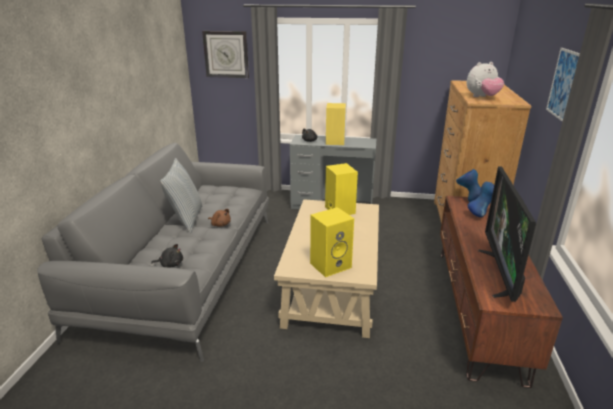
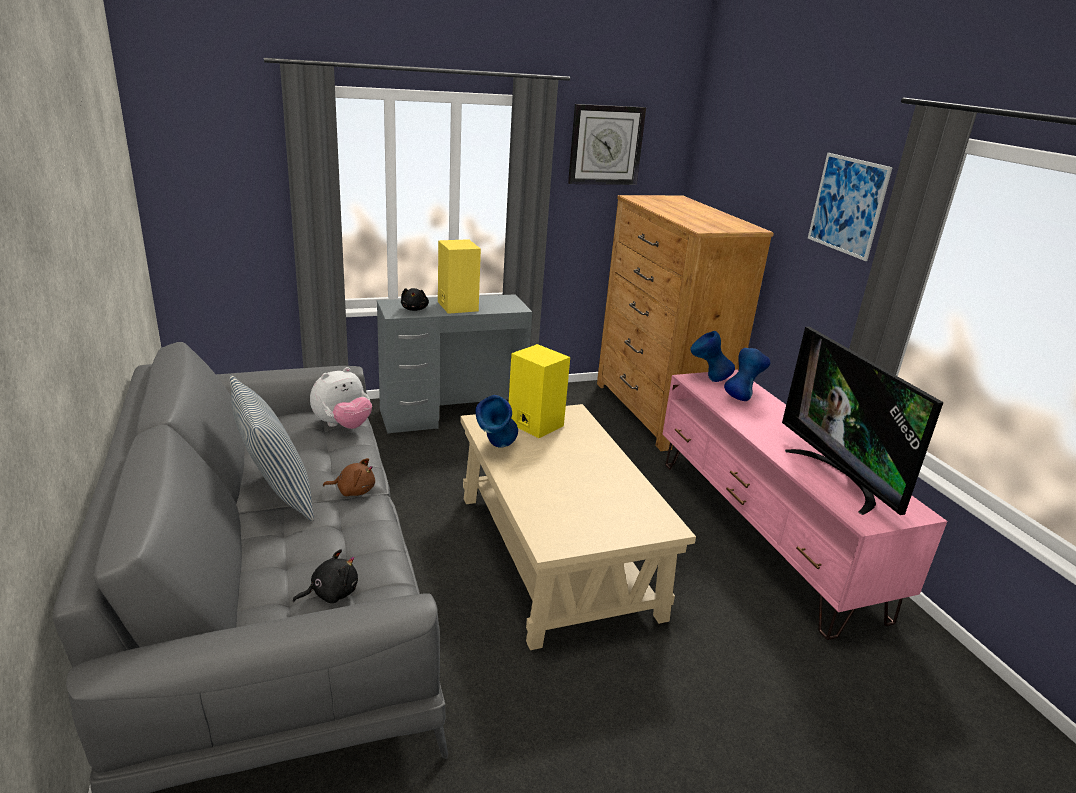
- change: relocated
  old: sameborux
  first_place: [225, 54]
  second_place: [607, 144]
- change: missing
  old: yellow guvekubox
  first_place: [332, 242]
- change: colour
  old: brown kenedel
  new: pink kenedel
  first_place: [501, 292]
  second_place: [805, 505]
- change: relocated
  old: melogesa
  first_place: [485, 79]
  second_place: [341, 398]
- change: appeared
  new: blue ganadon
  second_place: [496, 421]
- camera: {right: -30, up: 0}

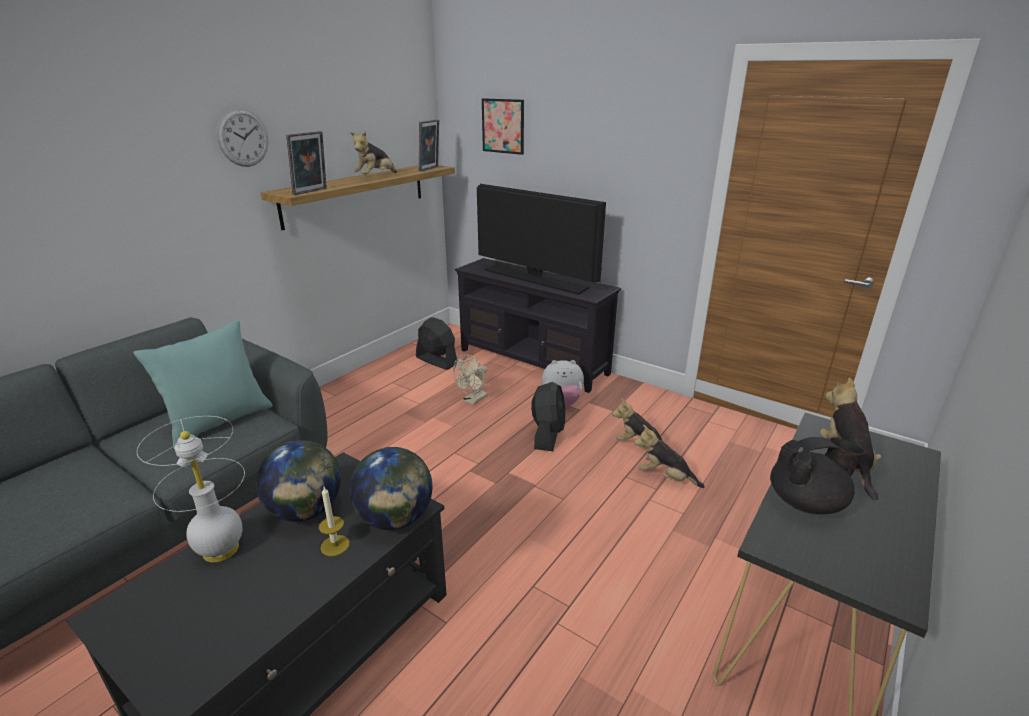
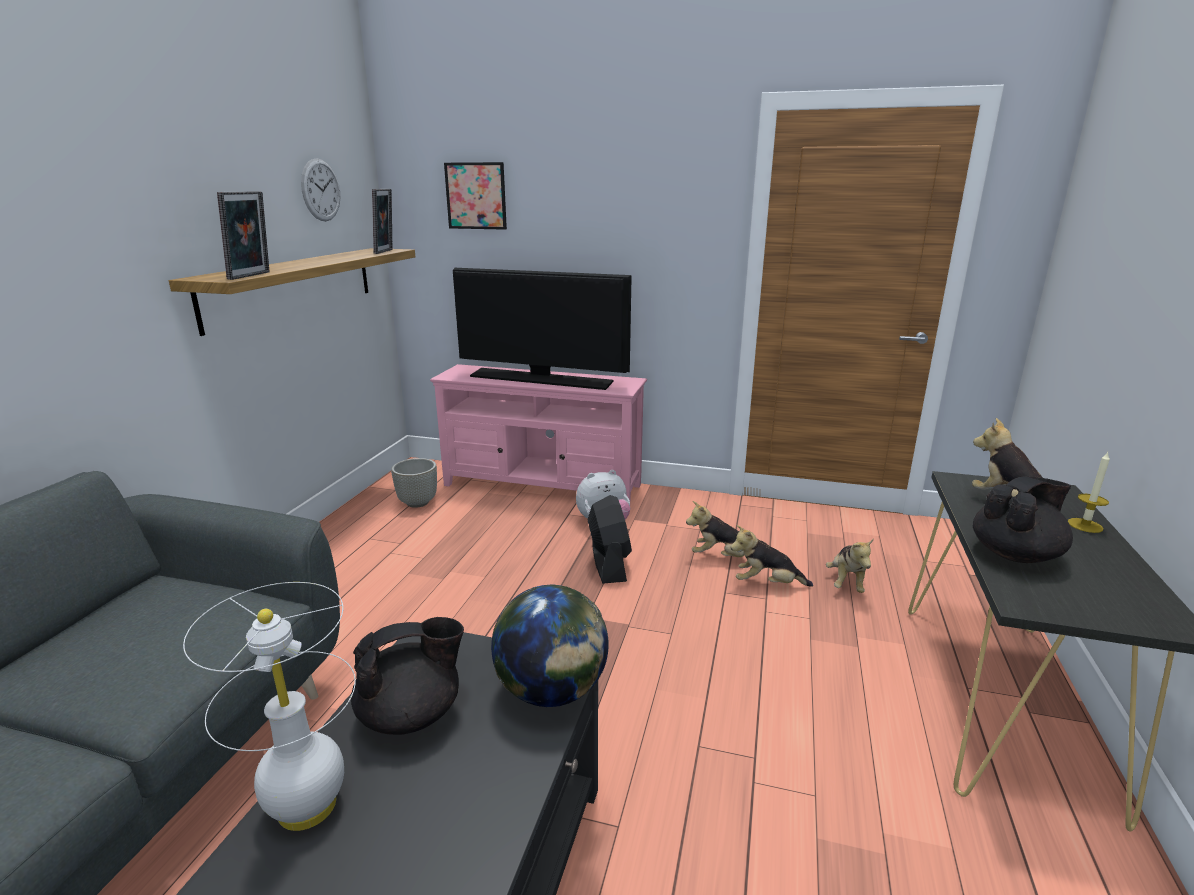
- change: missing
  old: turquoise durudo
  first_place: [203, 383]
- change: relocated
  old: sameborux
  first_place: [243, 138]
  second_place: [321, 189]
- change: exchanged
  old: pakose
  new: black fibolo
  first_place: [298, 481]
  second_place: [407, 676]
- change: relocated
  old: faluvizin
  first_place: [334, 521]
  second_place: [1089, 492]
- change: relocated
  old: melogesa
  first_place: [373, 152]
  second_place: [850, 565]
- change: exchanged
  old: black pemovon
  new: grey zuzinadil
  first_place: [436, 343]
  second_place: [414, 483]
- change: missing
  old: beige pemovon
  first_place: [470, 379]
- change: colour
  old: black kenedel
  new: pink kenedel
  first_place: [538, 325]
  second_place: [538, 432]
- camera: {right: -20, up: -5}

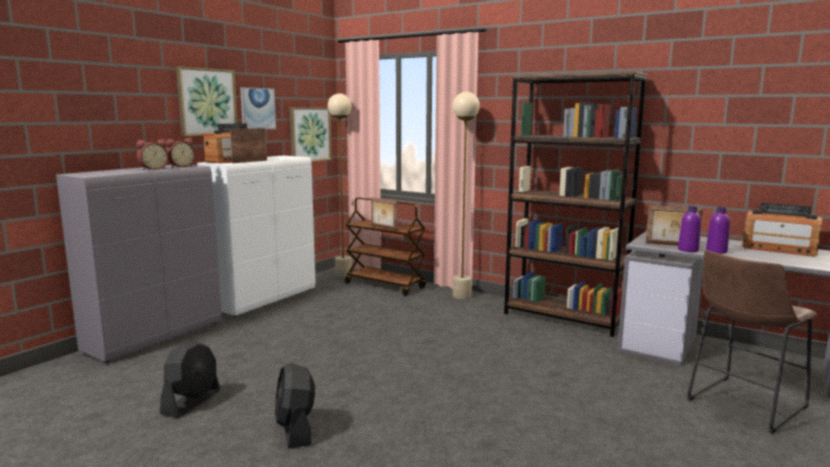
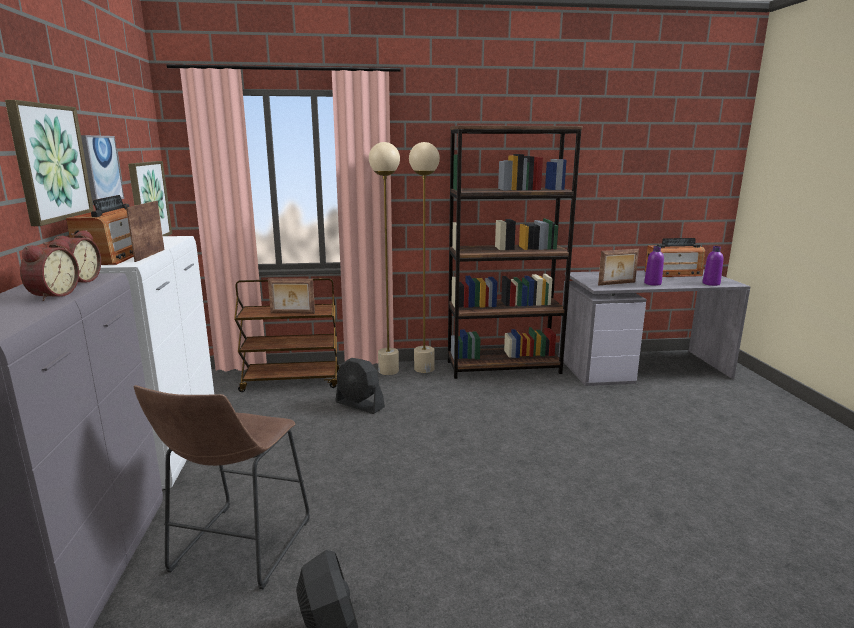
- change: relocated
  old: black pemovon
  first_place: [295, 406]
  second_place: [360, 386]
- change: relocated
  old: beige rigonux
  first_place: [340, 185]
  second_place: [424, 257]
- change: relocated
  old: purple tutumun
  first_place: [689, 229]
  second_place: [713, 266]
- change: relocated
  old: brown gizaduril
  first_place: [752, 342]
  second_place: [222, 487]
- camera: {right: -40, up: 5}

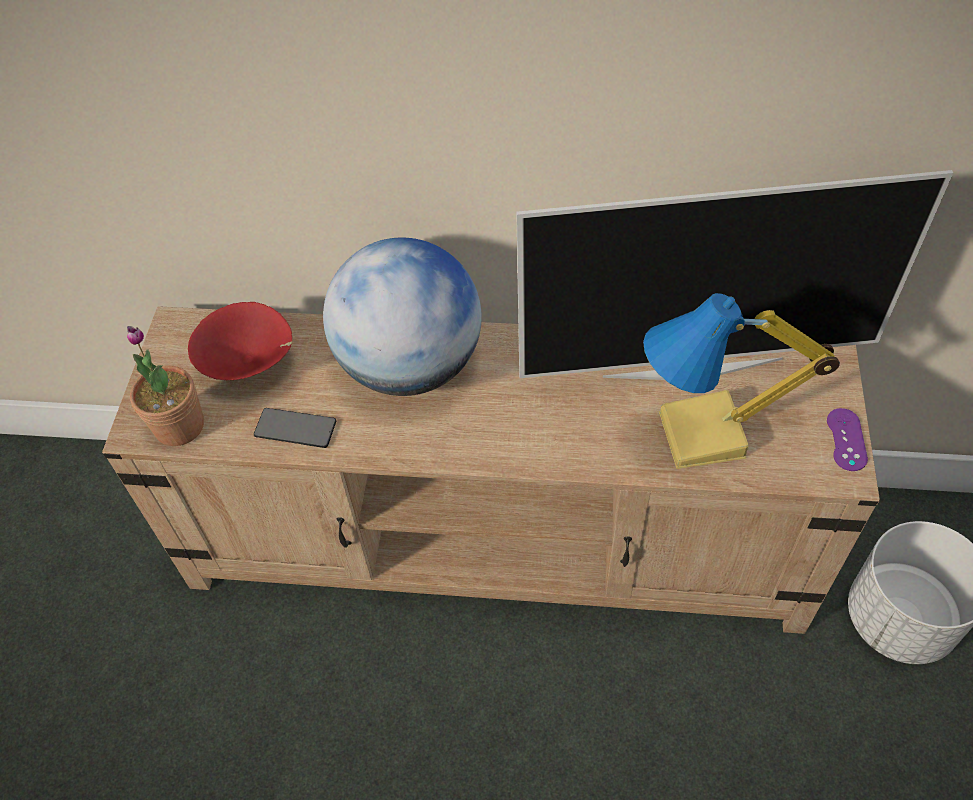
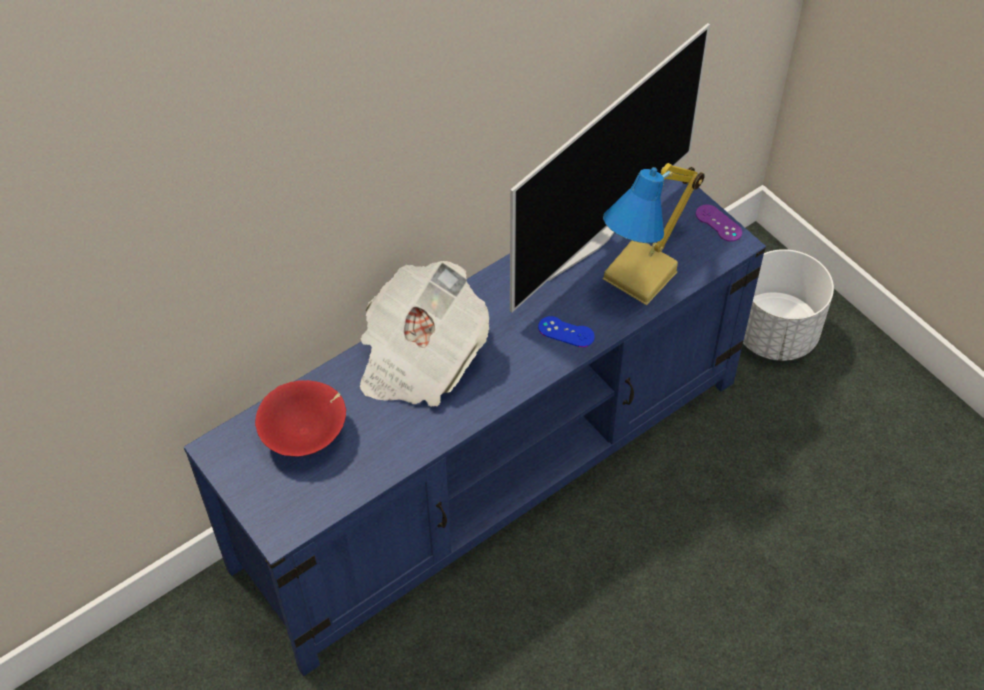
- change: colour
  old: beige kenedel
  new: blue kenedel
  first_place: [491, 470]
  second_place: [475, 424]
- change: missing
  old: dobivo
  first_place: [165, 386]
- change: missing
  old: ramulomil
  first_place: [295, 428]
- change: exchanged
  old: pakose
  new: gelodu
  first_place: [402, 317]
  second_place: [424, 334]
- change: appeared
  new: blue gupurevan
  second_place: [566, 331]
- camera: {right: -45, up: 0}

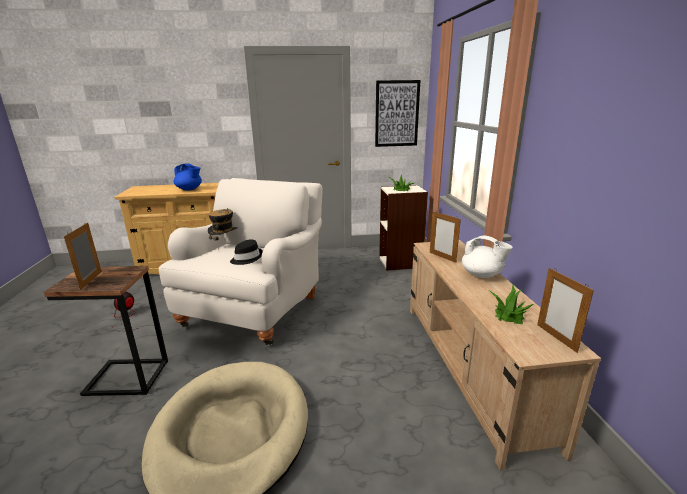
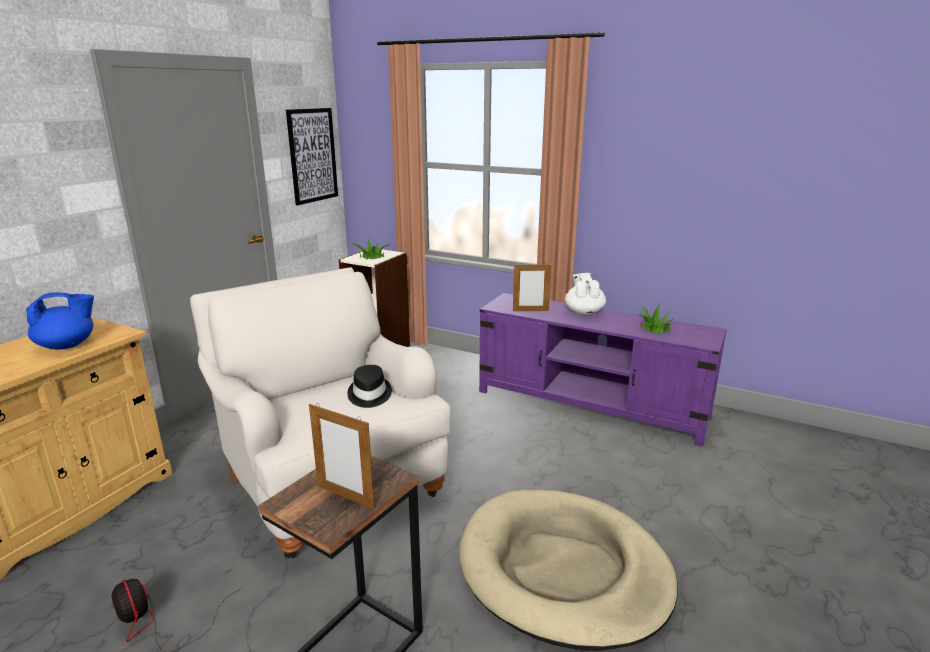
- change: missing
  old: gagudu
  first_place: [223, 229]
- change: colour
  old: beige kenedel
  new: purple kenedel
  first_place: [505, 355]
  second_place: [603, 370]
- change: spun
  old: white fibolo
  first_place: [487, 256]
  second_place: [585, 294]
  degrees: -75
- change: missing
  old: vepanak
  first_place: [565, 310]
- camera: {right: -55, up: 0}

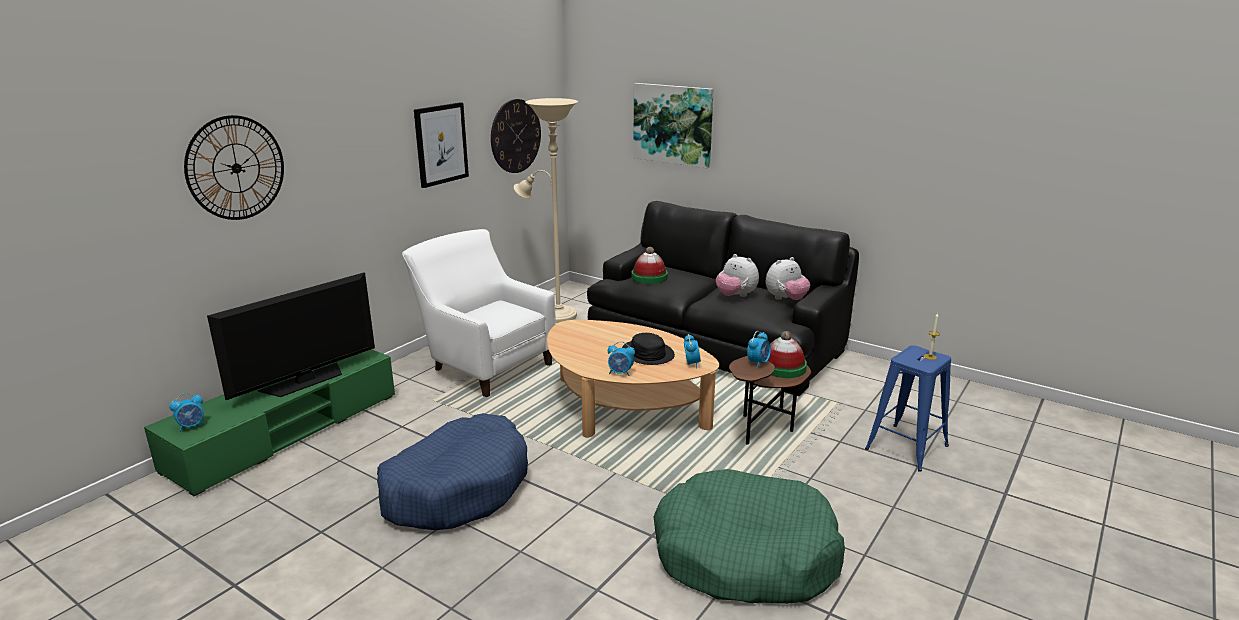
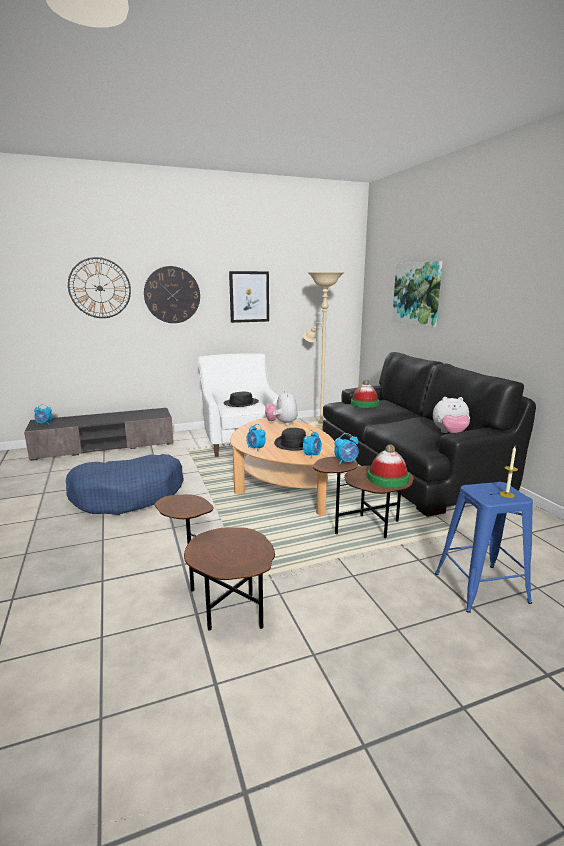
- change: colour
  old: green kenedel
  new: grey kenedel
  first_place: [269, 422]
  second_place: [99, 434]
- change: missing
  old: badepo
  first_place: [291, 336]
- change: relocated
  old: sameborux
  first_place: [516, 136]
  second_place: [172, 294]
- change: exchanged
  old: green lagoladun
  new: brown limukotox
  first_place: [749, 536]
  second_place: [215, 562]
- change: relocated
  old: melogesa
  first_place: [737, 275]
  second_place: [281, 407]
- change: appeared
  new: black gagudu
  second_place: [241, 399]
- camera: {right: 35, up: -5}

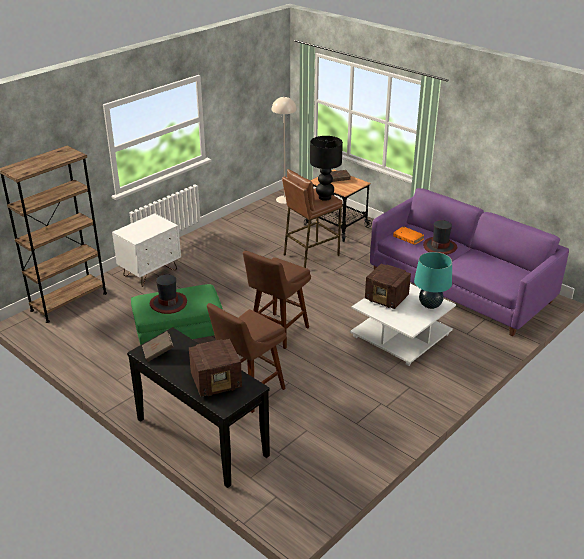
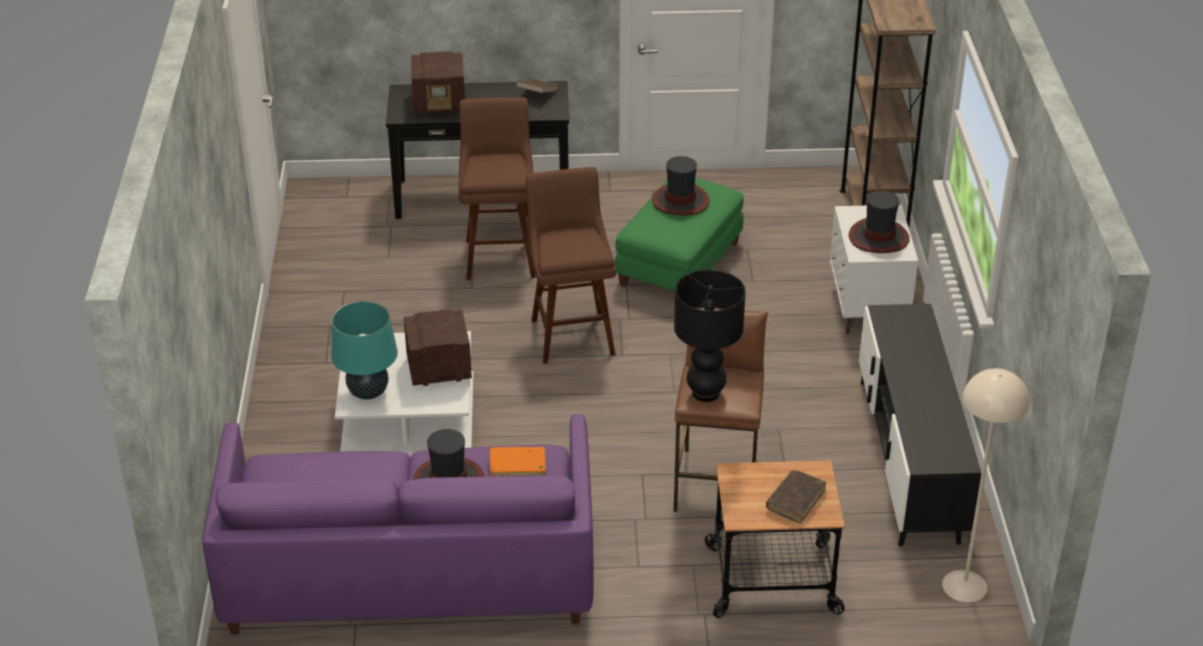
- change: spun
  old: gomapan
  first_place: [215, 368]
  second_place: [438, 83]
  degrees: -120
- change: appeared
  new: gagudu
  second_place: [879, 222]
- change: appeared
  new: black kenedel
  second_place: [920, 425]
- camera: {right: 135, up: 5}

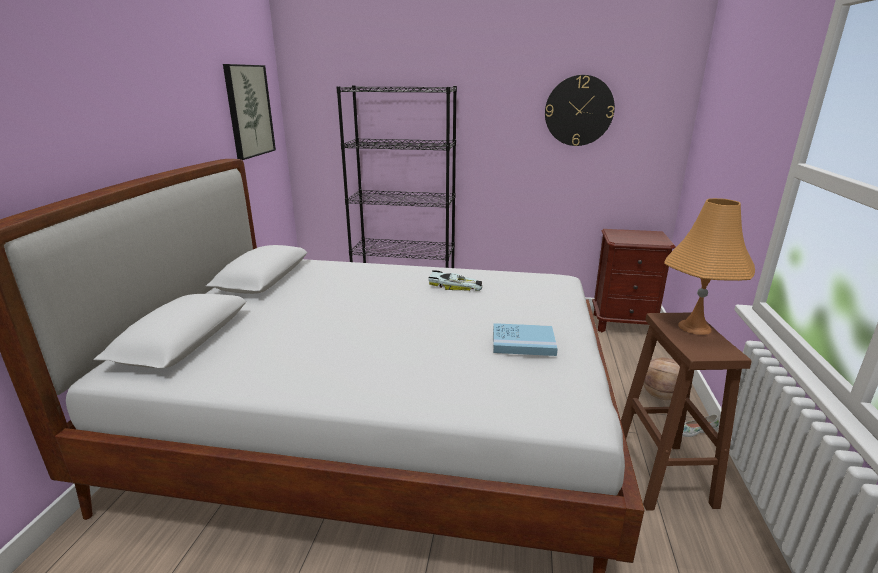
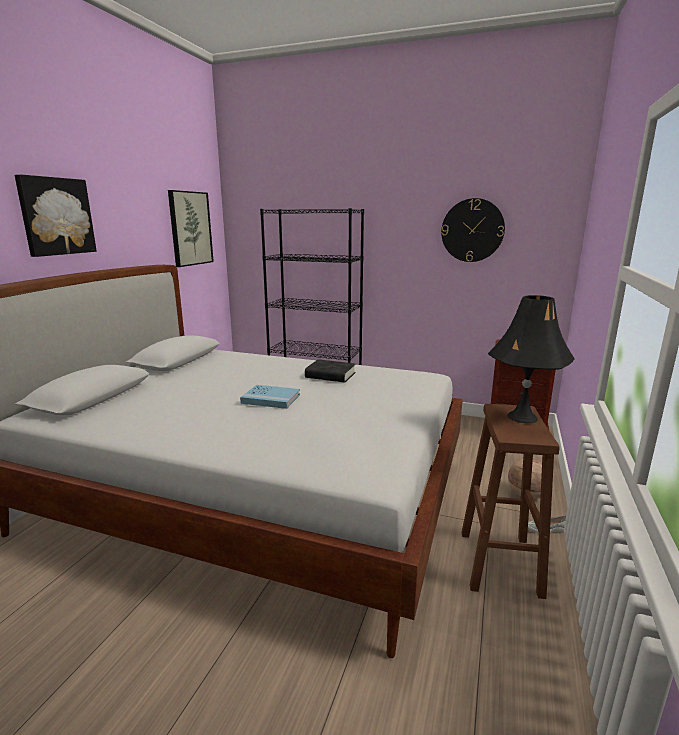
- change: exchanged
  old: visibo
  new: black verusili
  first_place: [455, 280]
  second_place: [330, 371]
- change: relocated
  old: blue verusili
  first_place: [525, 339]
  second_place: [270, 397]
- change: colour
  old: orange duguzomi
  new: black duguzomi
  first_place: [709, 266]
  second_place: [531, 359]
- change: appeared
  new: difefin
  second_place: [56, 215]
- camera: {right: 10, up: -5}

